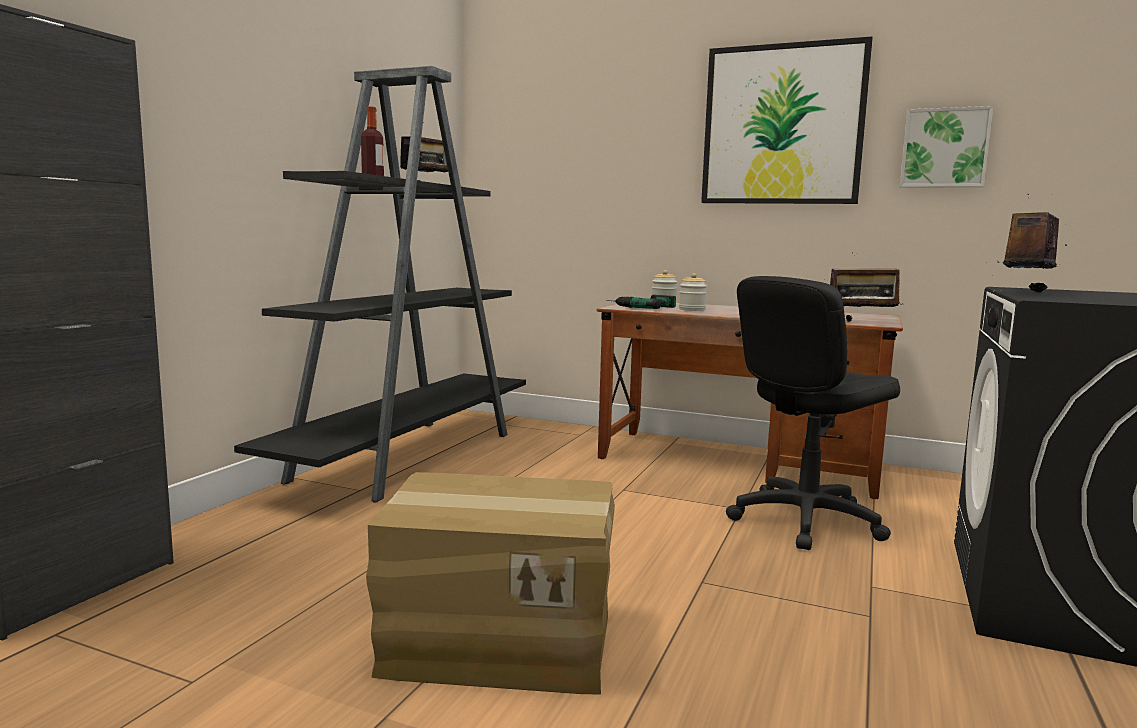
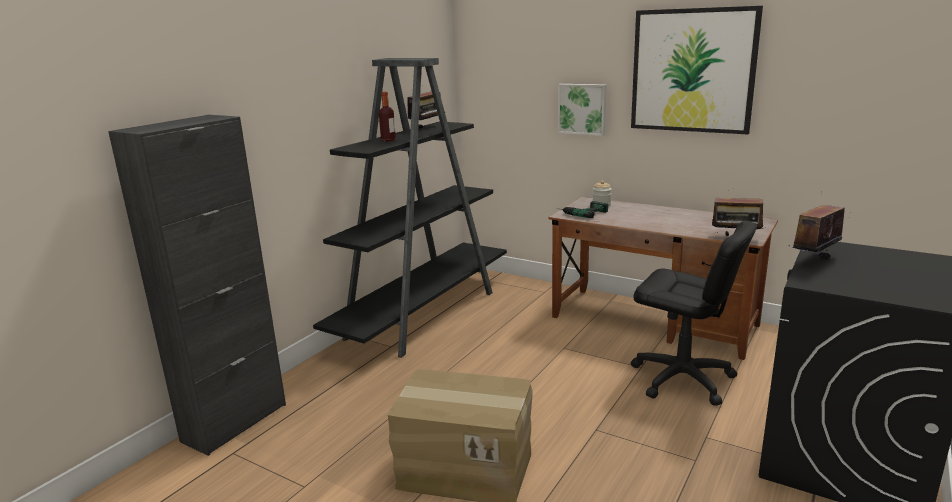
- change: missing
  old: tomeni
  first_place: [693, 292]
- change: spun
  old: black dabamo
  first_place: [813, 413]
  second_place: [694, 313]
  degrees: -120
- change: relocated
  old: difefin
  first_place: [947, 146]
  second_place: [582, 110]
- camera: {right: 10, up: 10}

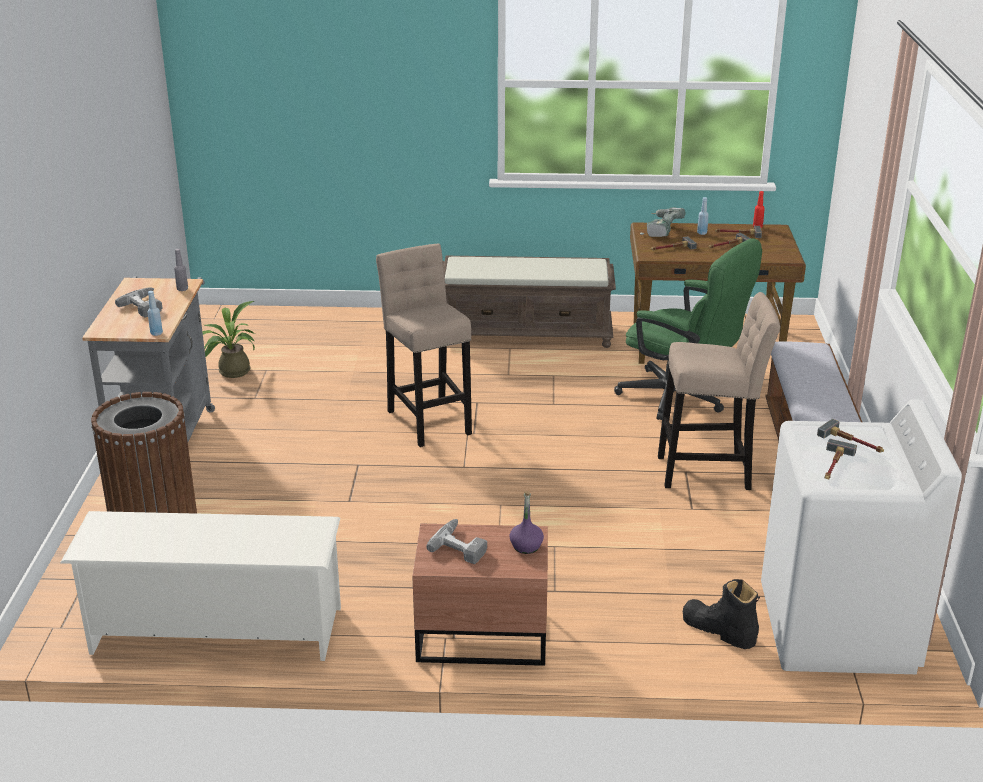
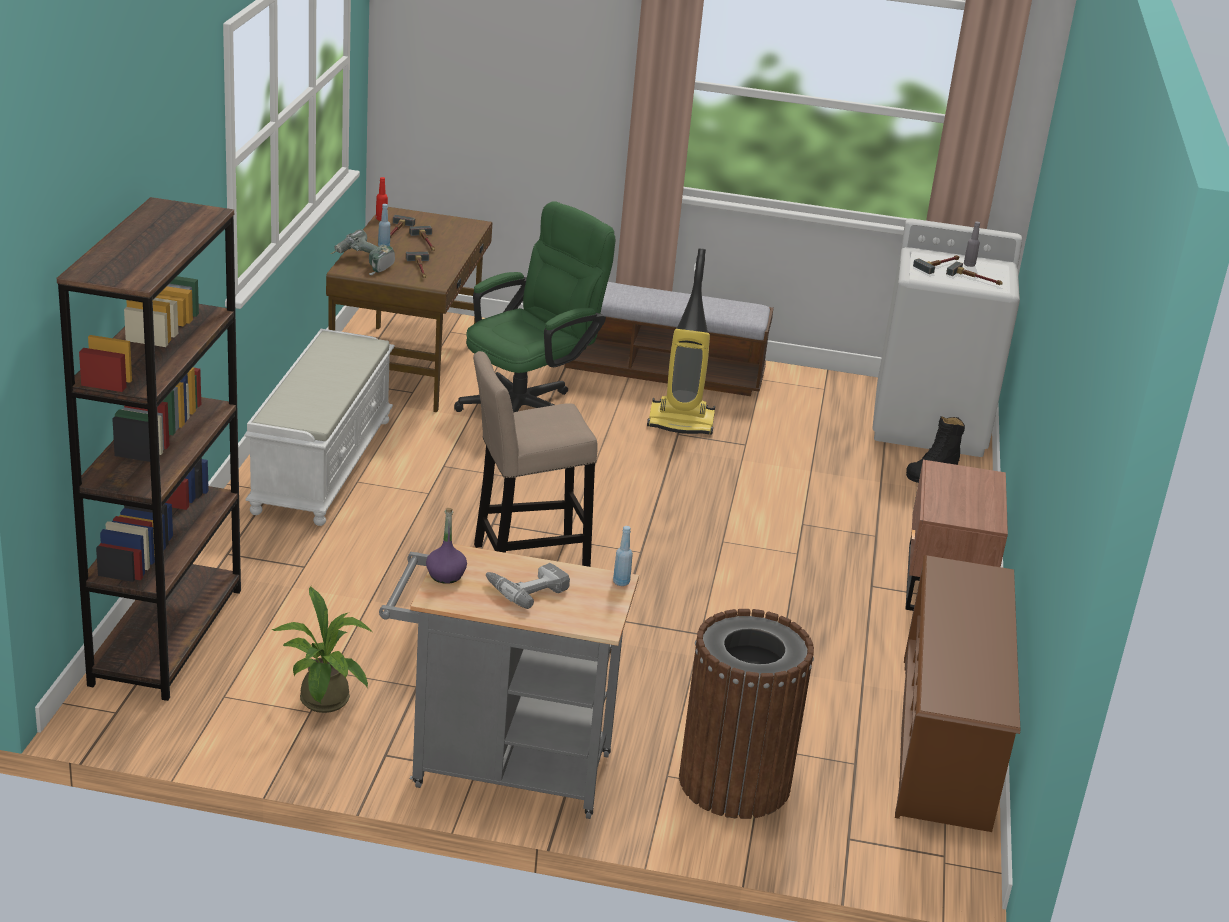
- change: colour
  old: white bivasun
  new: brown bivasun
  first_place: [200, 586]
  second_place: [957, 693]
- change: relocated
  old: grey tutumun
  first_place: [181, 270]
  second_place: [972, 244]
- change: missing
  old: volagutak
  first_place: [456, 541]
- change: colour
  old: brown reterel
  new: white reterel
  first_place: [529, 301]
  second_place: [319, 427]
- change: relocated
  old: purple tutumun
  first_place: [526, 522]
  second_place: [446, 546]
- change: exchanged
  old: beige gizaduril
  new: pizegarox
  first_place: [719, 391]
  second_place: [681, 341]
- change: appeared
  new: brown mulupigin
  second_place: [149, 449]
- camera: {right: -85, up: 0}

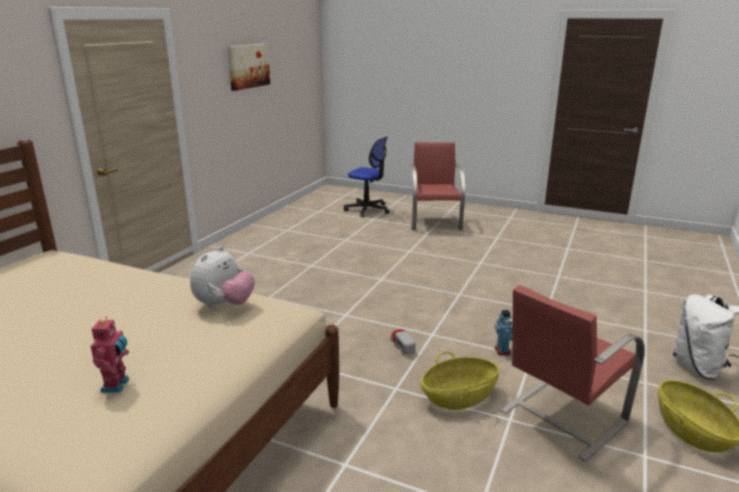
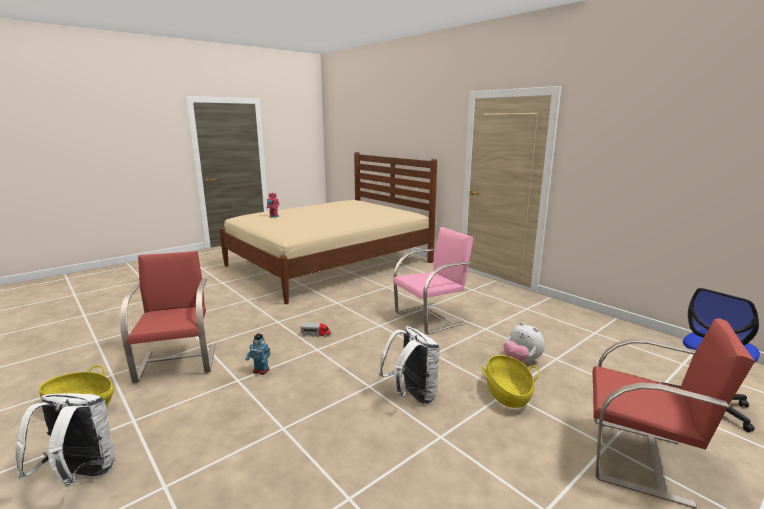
- change: relocated
  old: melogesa
  first_place: [222, 277]
  second_place: [524, 342]
- change: missing
  old: difefin
  first_place: [248, 67]
- change: relocated
  old: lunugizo
  first_place: [460, 380]
  second_place: [510, 381]
- change: appeared
  new: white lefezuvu
  second_place: [409, 365]
- change: appeared
  new: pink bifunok
  second_place: [433, 280]
- camera: {right: 115, up: -5}

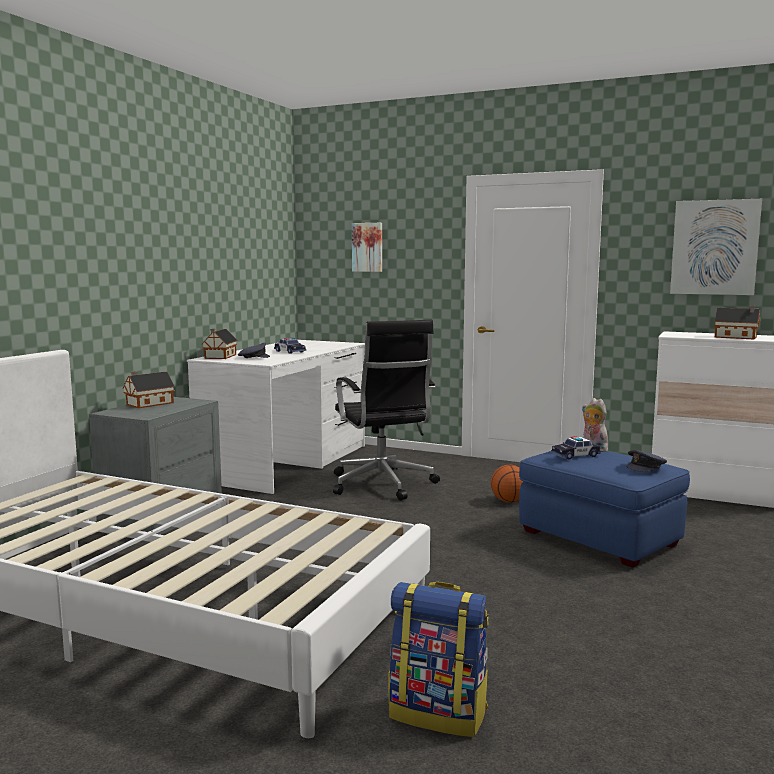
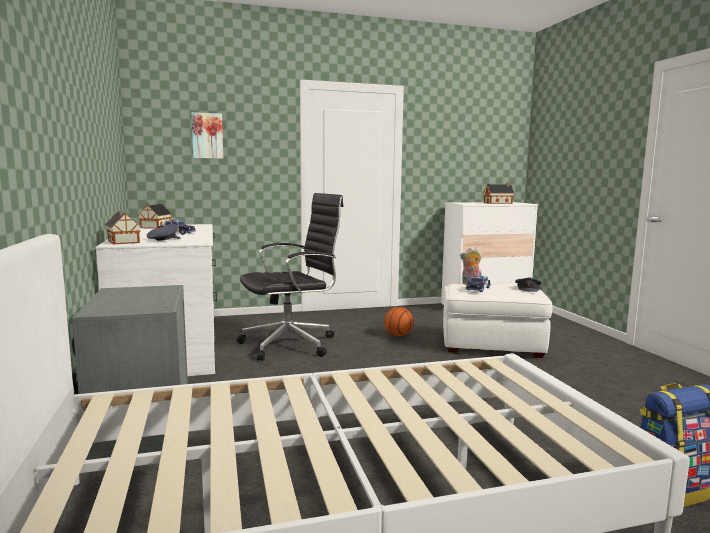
- change: relocated
  old: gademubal
  first_place: [149, 389]
  second_place: [154, 216]
- change: spun
  old: black dabamo
  first_place: [386, 410]
  second_place: [290, 277]
  degrees: -60
- change: colour
  old: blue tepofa
  new: white tepofa
  first_place: [604, 509]
  second_place: [497, 321]
- change: missing
  old: difefin
  first_place: [716, 247]
- camera: {right: -40, up: 0}

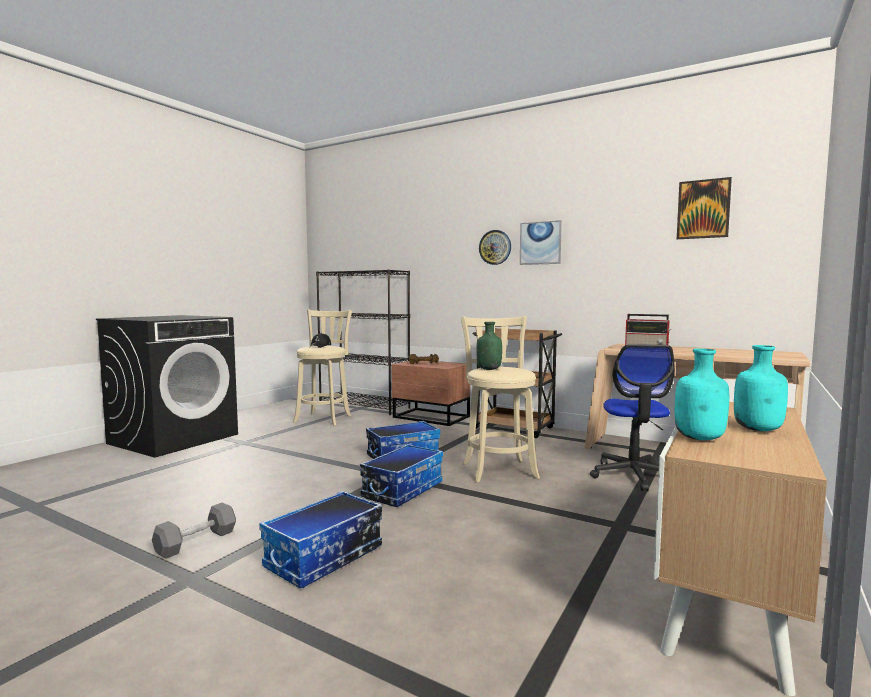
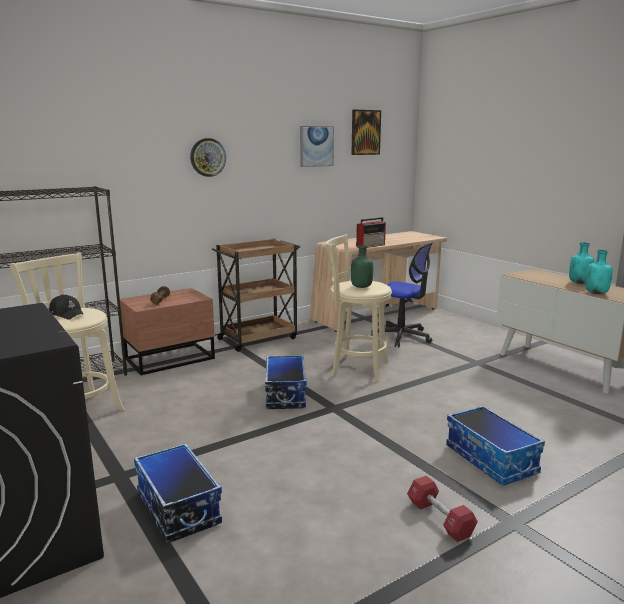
- change: colour
  old: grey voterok
  new: red voterok
  first_place: [194, 530]
  second_place: [442, 509]
- change: relocated
  old: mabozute
  first_place: [401, 475]
  second_place: [178, 493]
- change: relocated
  old: difefin
  first_place: [541, 242]
  second_place: [317, 146]
- camera: {right: -65, up: 10}

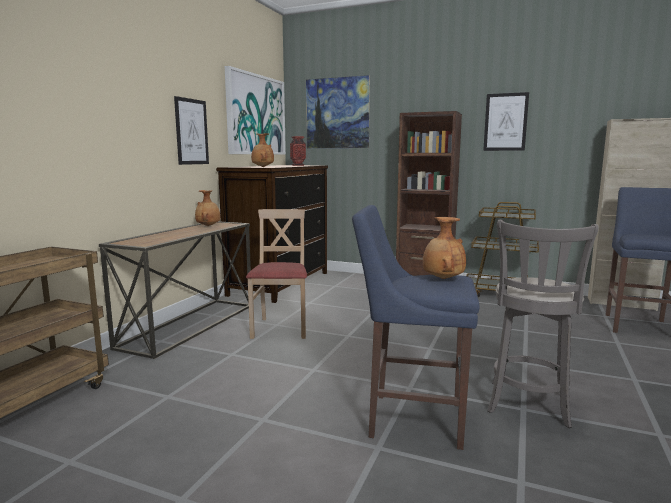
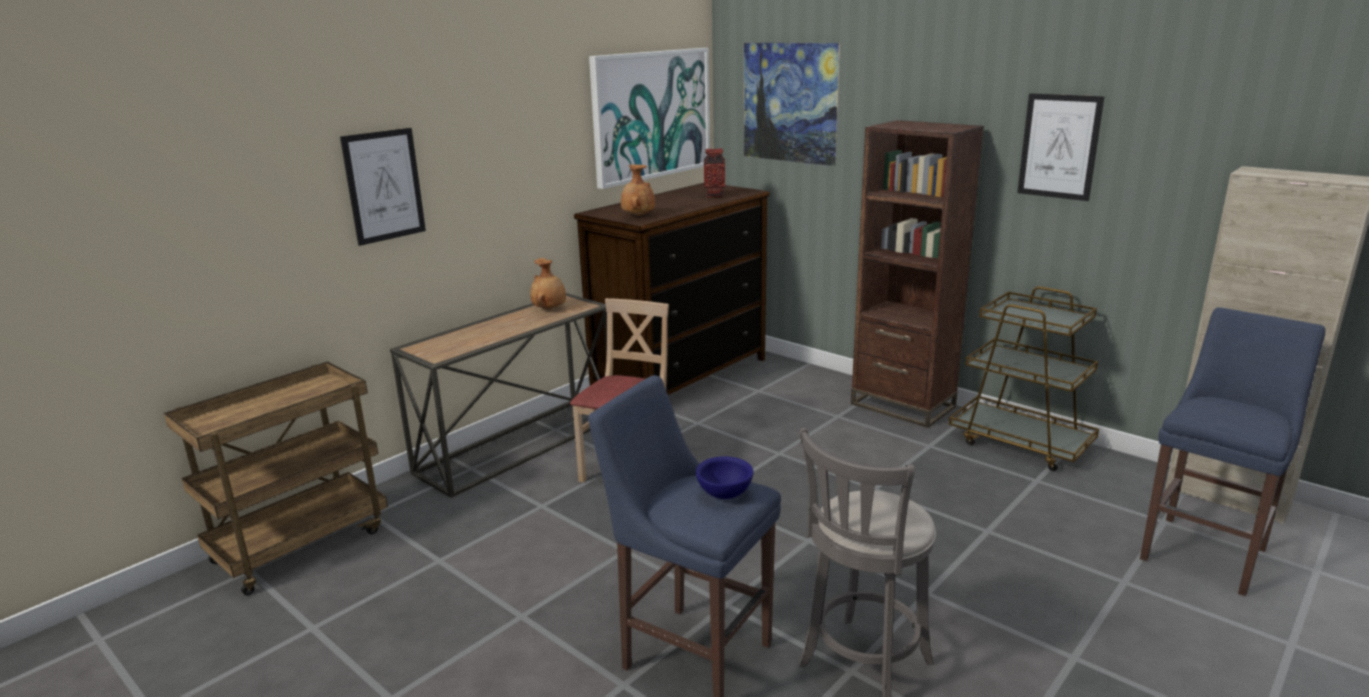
- change: relocated
  old: difefin
  first_place: [191, 130]
  second_place: [383, 187]
- change: exchanged
  old: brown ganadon
  new: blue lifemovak
  first_place: [444, 248]
  second_place: [724, 477]
- camera: {right: 20, up: 10}

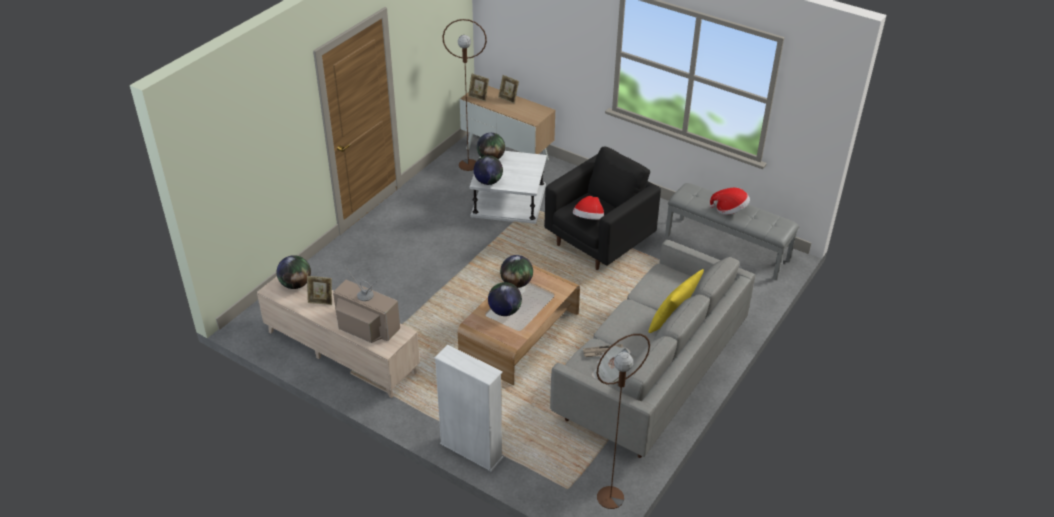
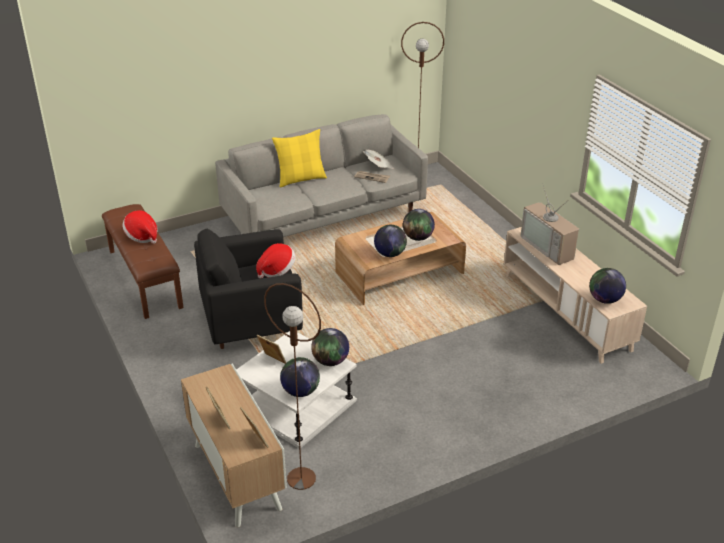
- change: relocated
  old: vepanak
  first_place: [319, 290]
  second_place: [271, 349]
- change: missing
  old: white mulupigin
  first_place: [469, 408]
- change: colour
  old: grey reterel
  new: brown reterel
  first_place: [732, 231]
  second_place: [143, 261]
- camera: {right: -150, up: -5}

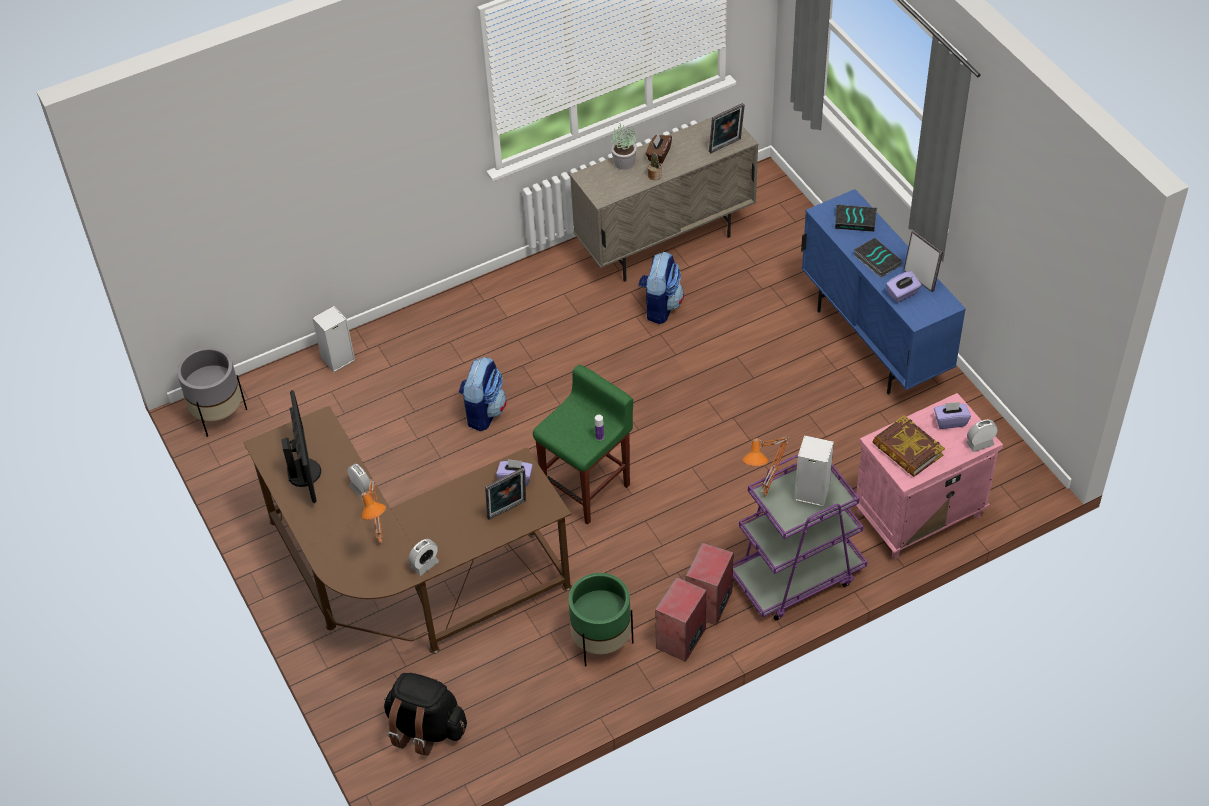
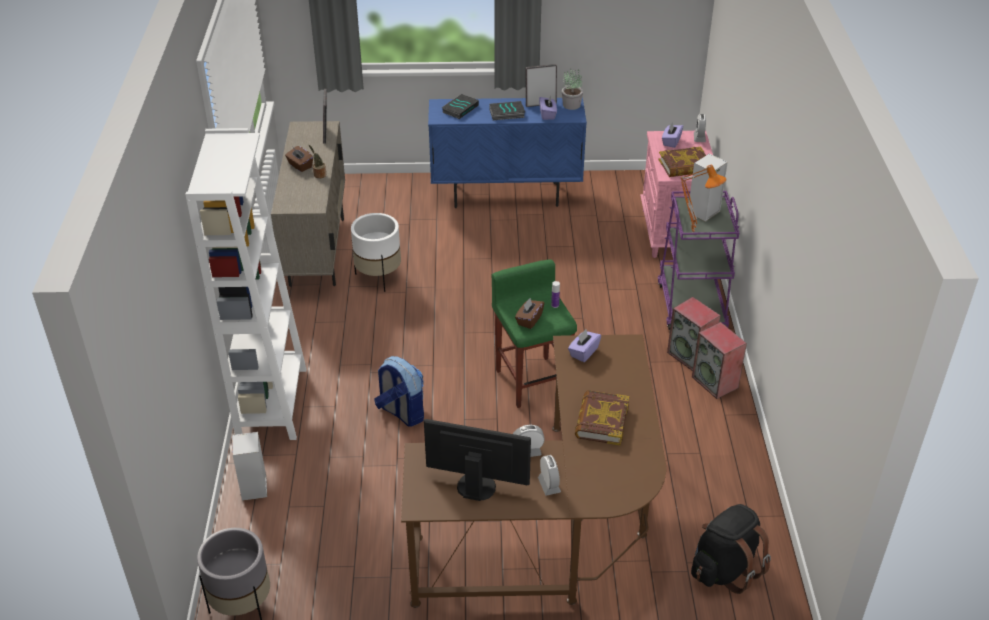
- change: missing
  old: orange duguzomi
  first_place: [373, 512]
- change: relocated
  old: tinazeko
  first_place: [423, 557]
  second_place: [549, 475]
- change: missing
  old: vepanak
  first_place: [505, 494]
- change: missing
  old: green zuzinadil
  first_place: [601, 620]
- change: relocated
  old: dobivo
  first_place: [624, 147]
  second_place: [572, 89]
- change: exchanged
  old: lefezuvu
  new: white zuzinadil
  first_place: [661, 287]
  second_place: [376, 252]
- change: appeared
  new: white mulupigin
  second_place: [246, 284]
- change: appeared
  new: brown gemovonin
  second_place: [529, 313]
- change: appeared
  new: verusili
  second_place: [602, 418]
- camera: {right: -65, up: -10}

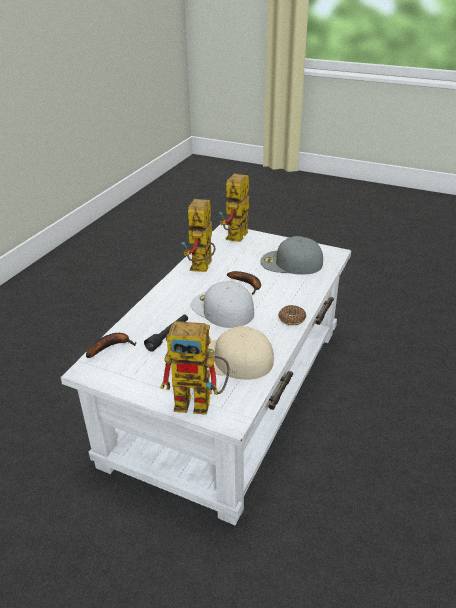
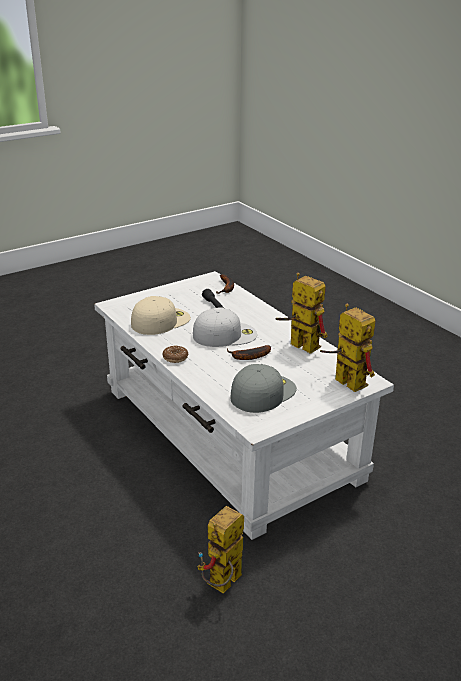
- change: relocated
  old: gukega
  first_place: [195, 368]
  second_place: [220, 549]
- camera: {right: 120, up: -5}

